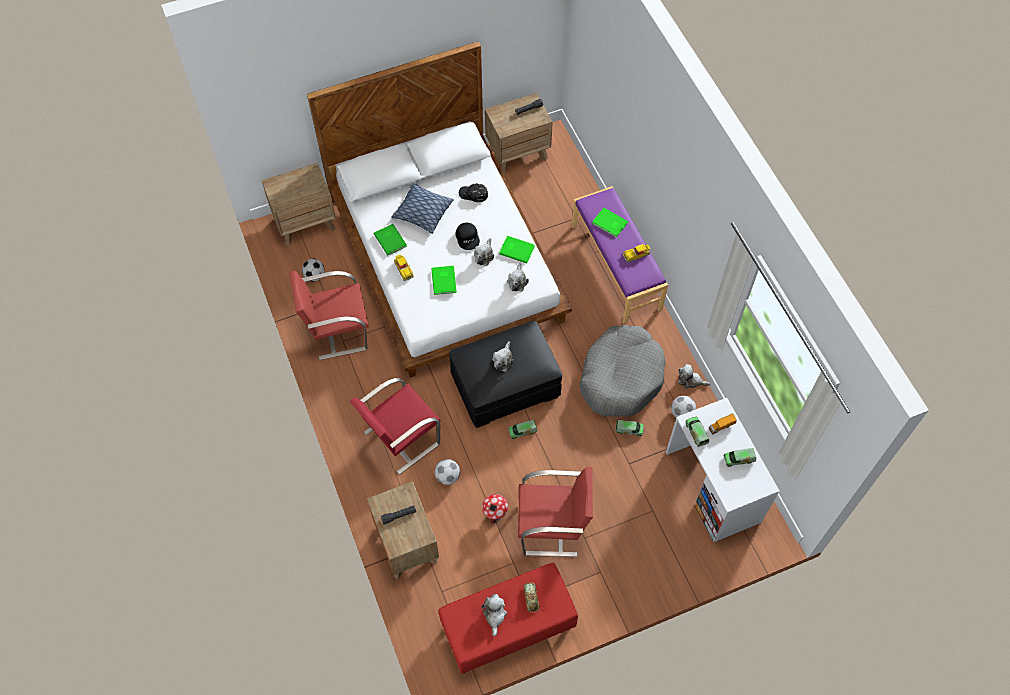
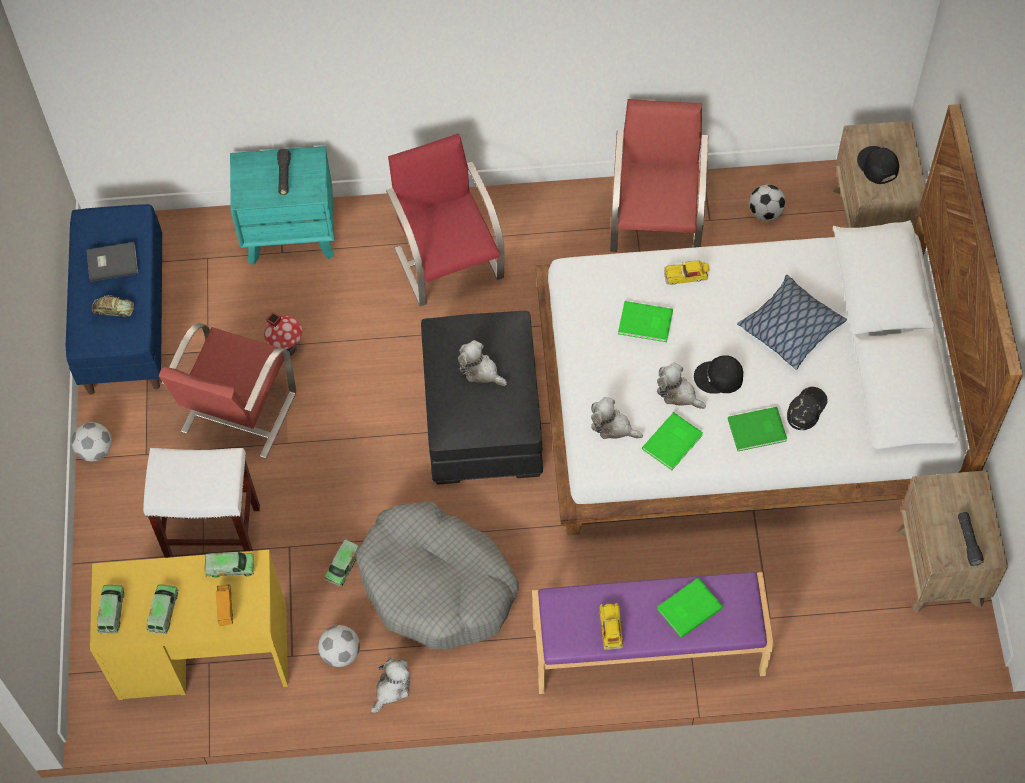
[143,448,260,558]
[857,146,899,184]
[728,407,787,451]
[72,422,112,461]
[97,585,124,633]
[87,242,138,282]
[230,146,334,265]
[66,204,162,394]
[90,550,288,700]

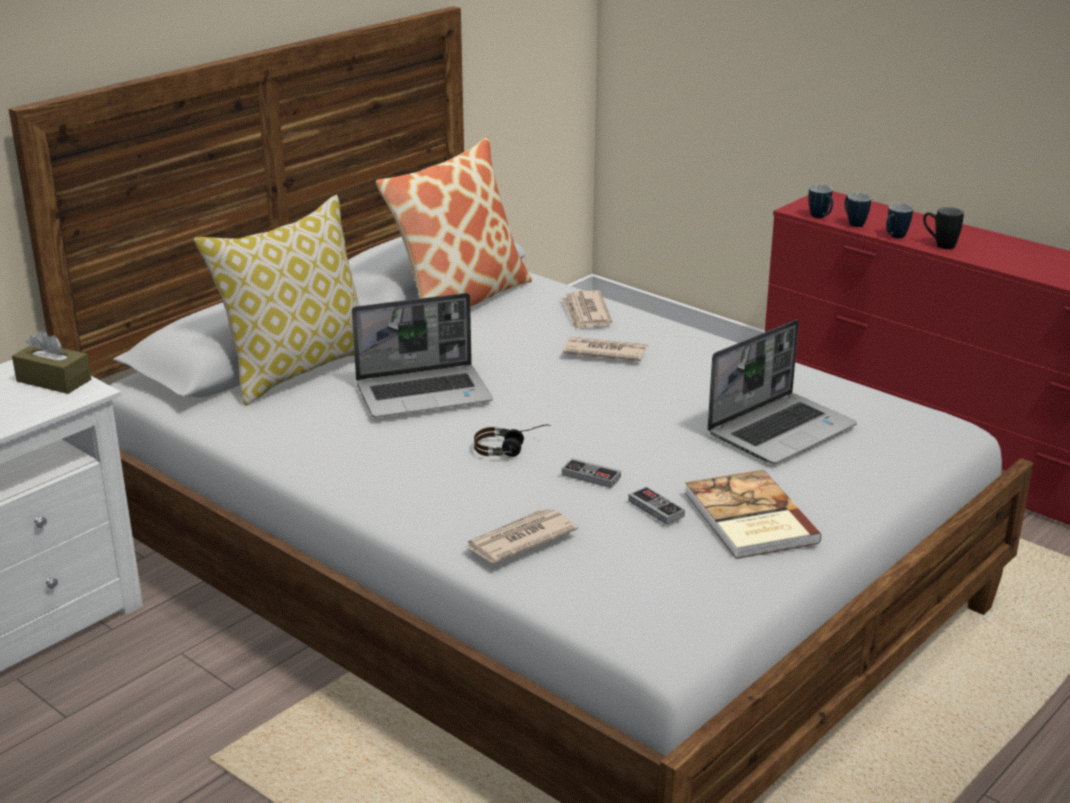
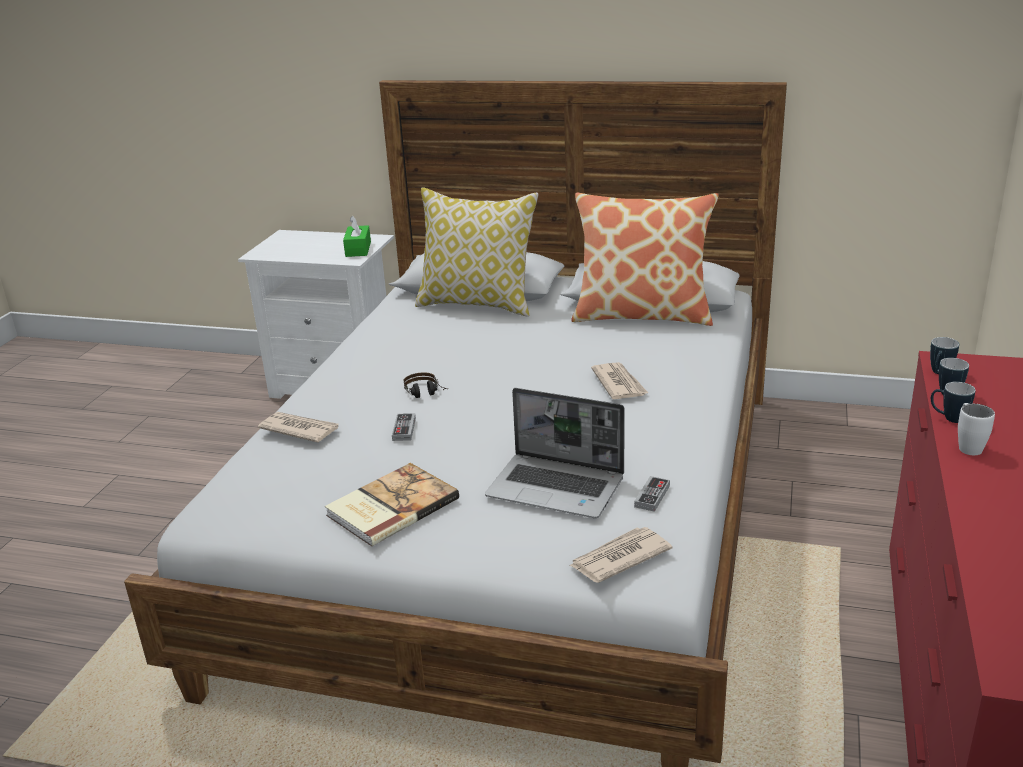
[352,293,493,417] (first image)
[570,527,672,583]
[634,476,670,512]
[343,216,371,257]
[958,403,995,455]

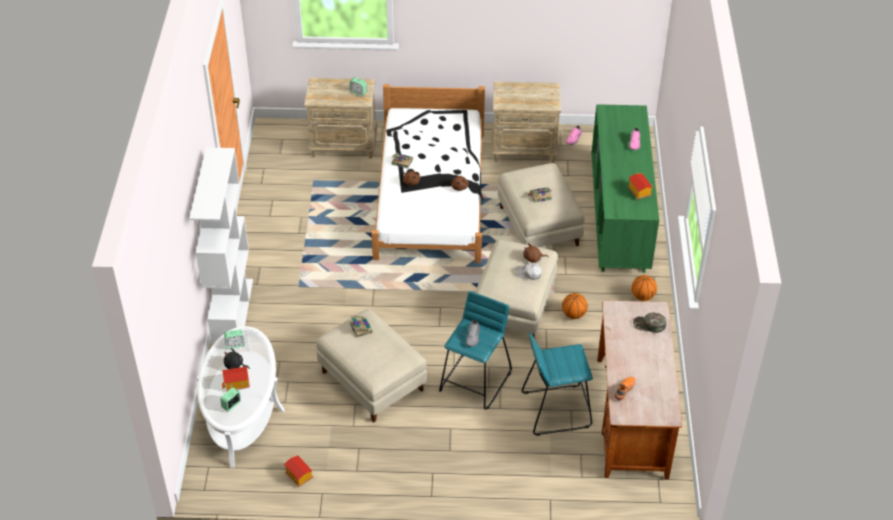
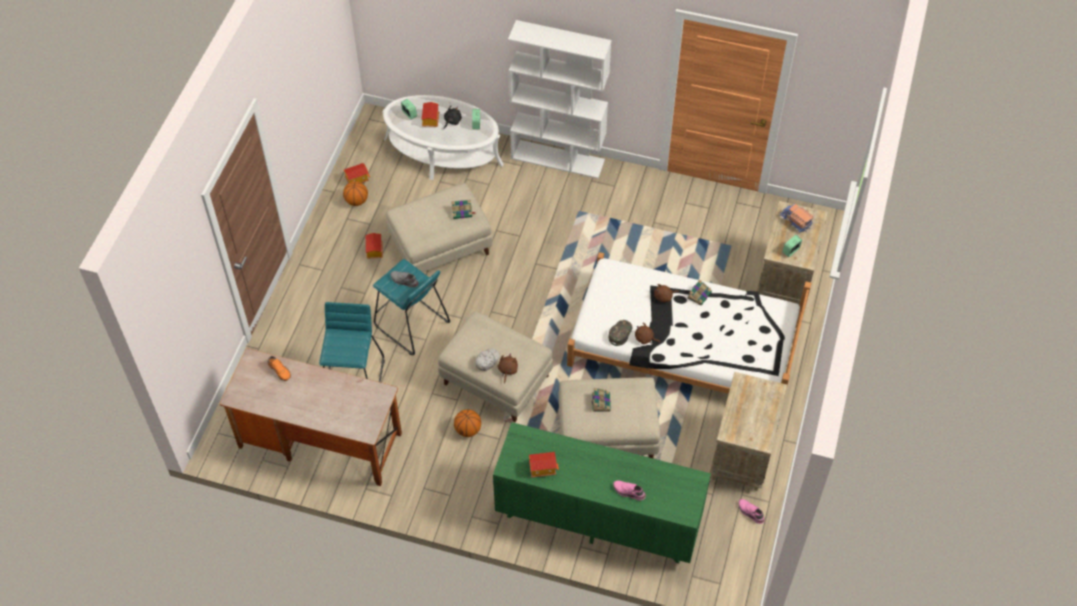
[366,233,383,259]
[779,204,814,233]
[343,181,368,206]
[608,320,632,346]

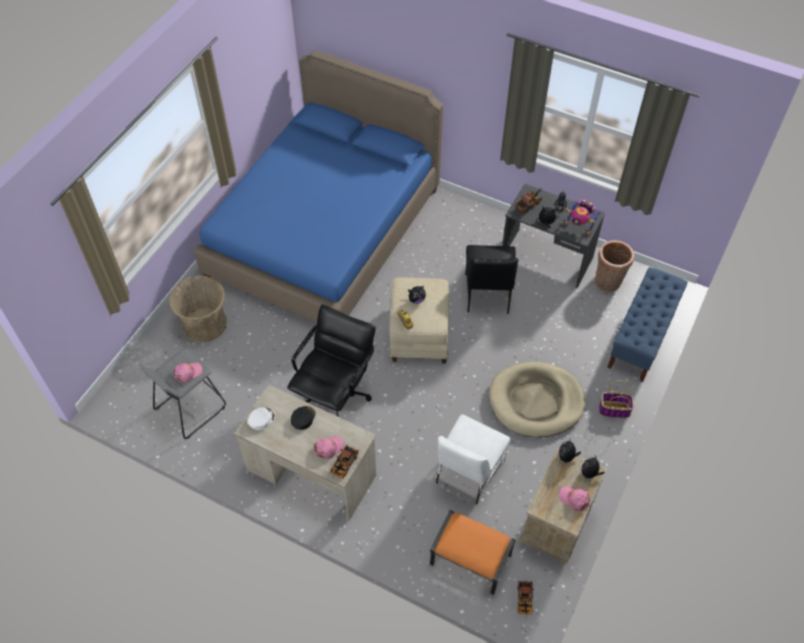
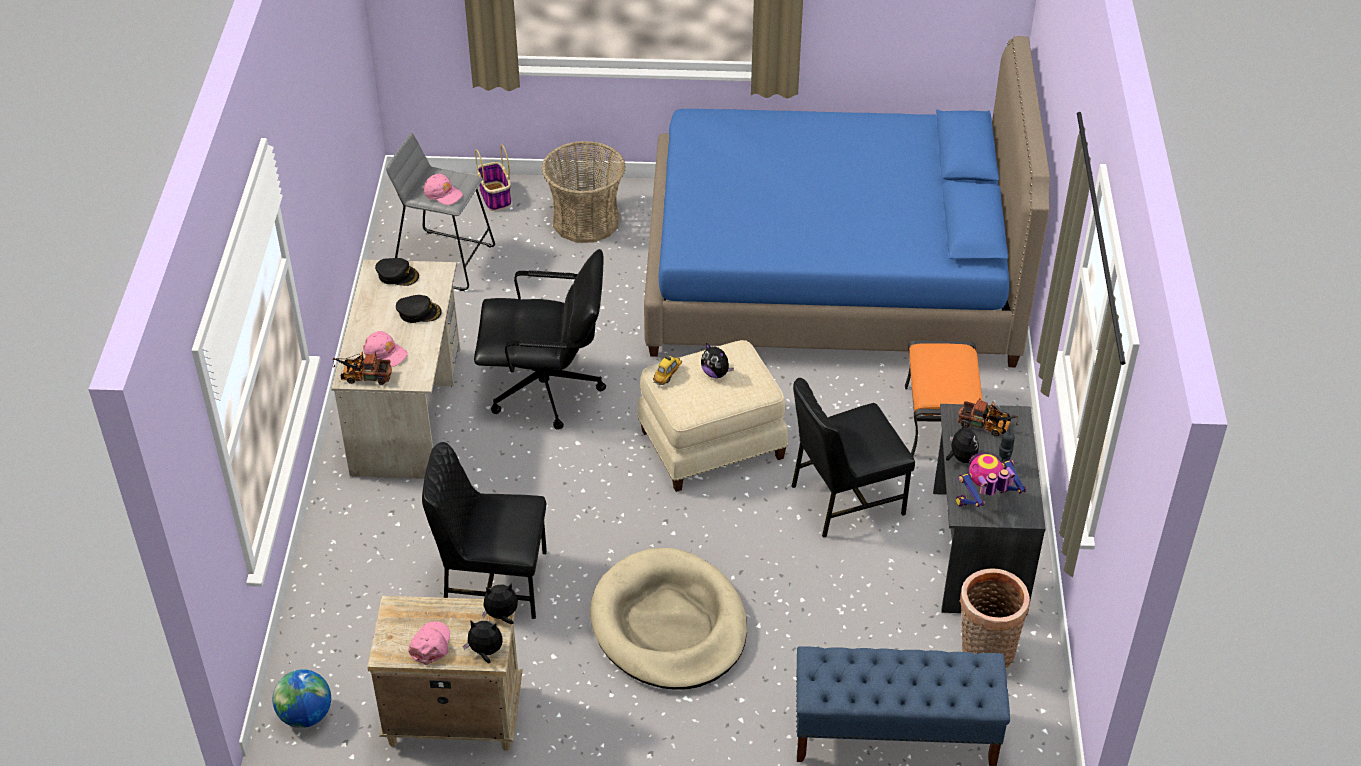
[905,340,983,456]
[475,145,511,211]
[273,669,331,728]
[375,258,419,286]
[422,442,547,619]
[956,453,1026,507]

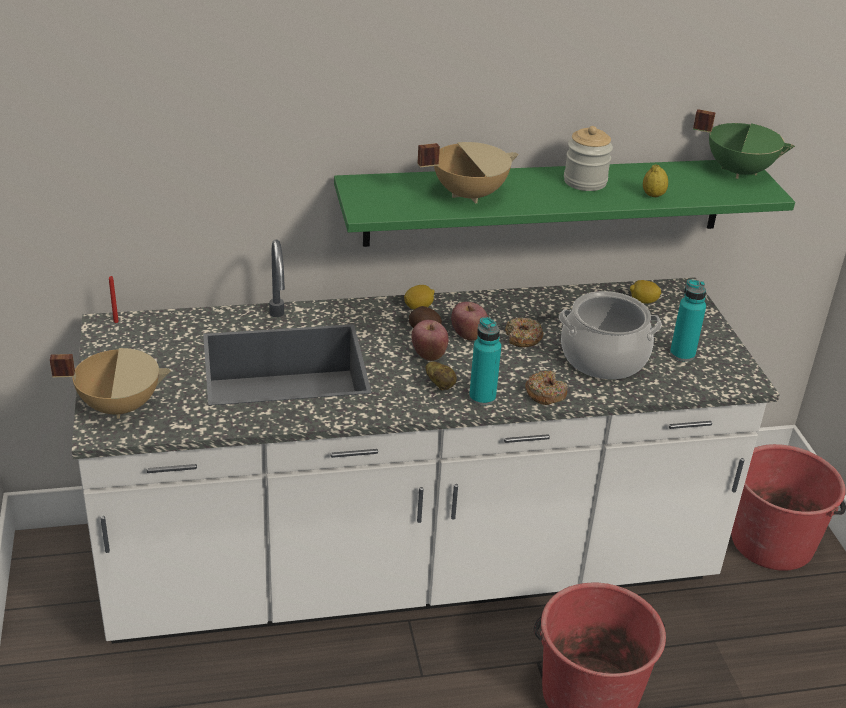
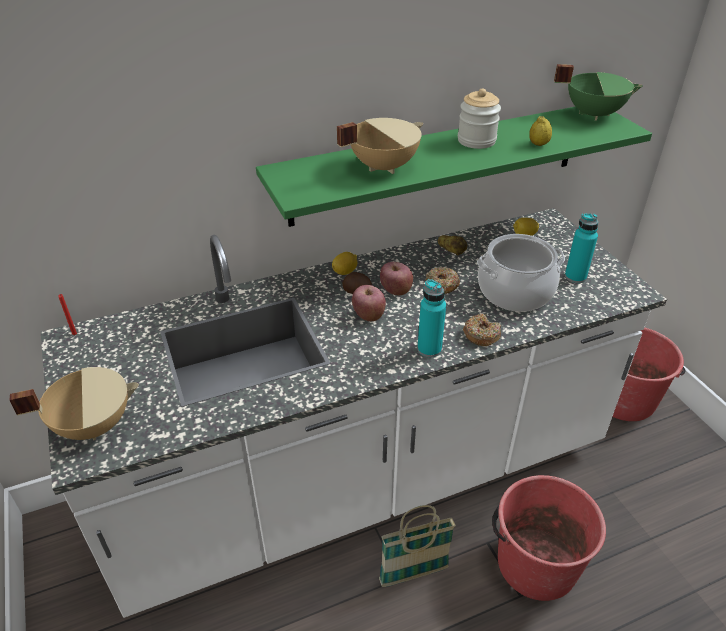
[379,505,456,587]
[438,235,467,255]

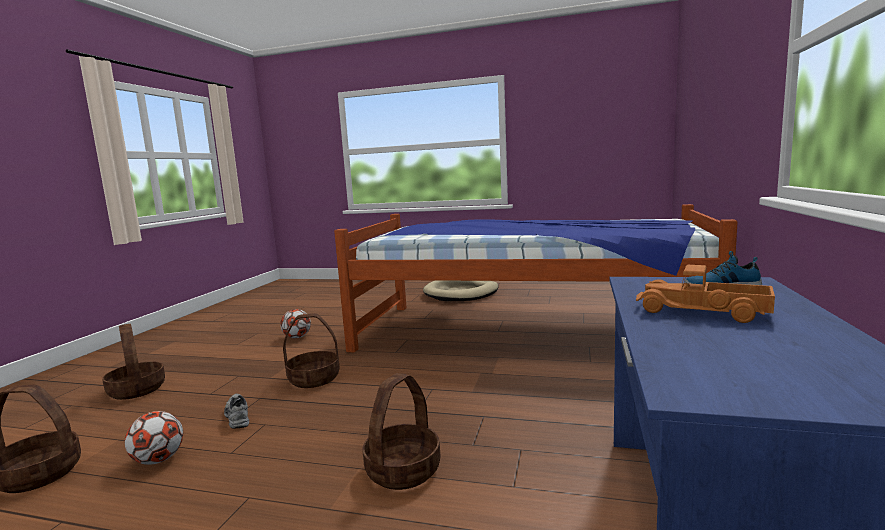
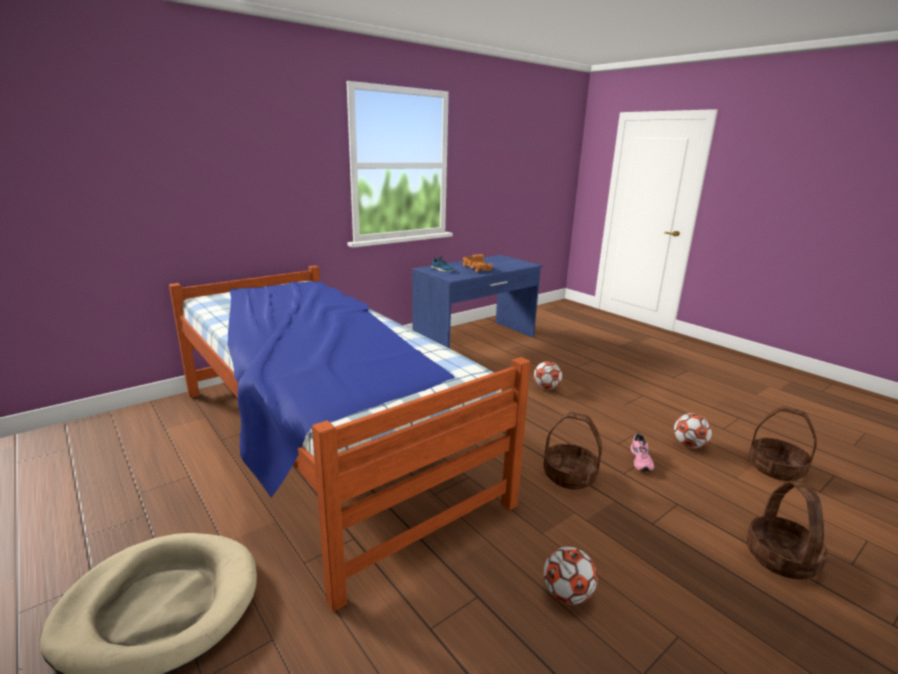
[534,361,562,390]
[631,433,654,471]

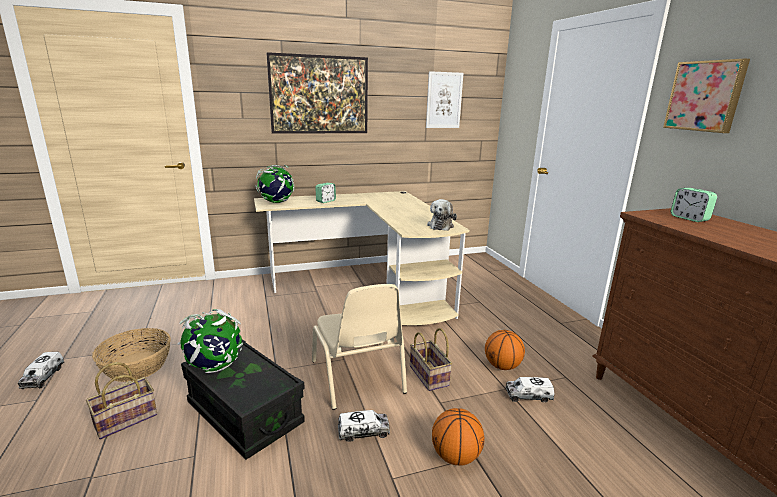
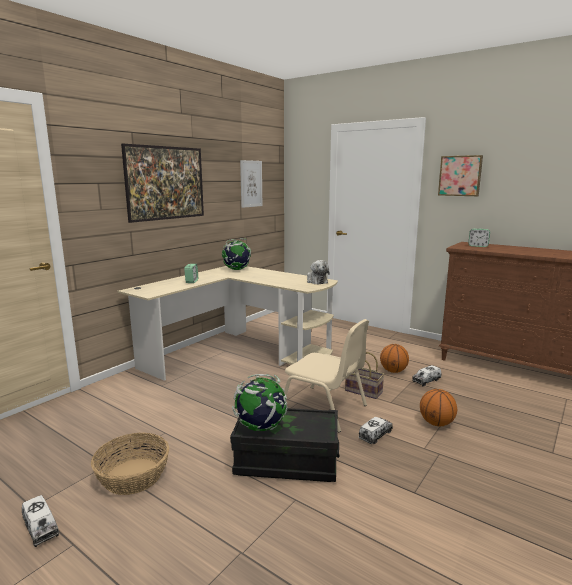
[86,362,157,439] (first image)
[222,238,251,270]

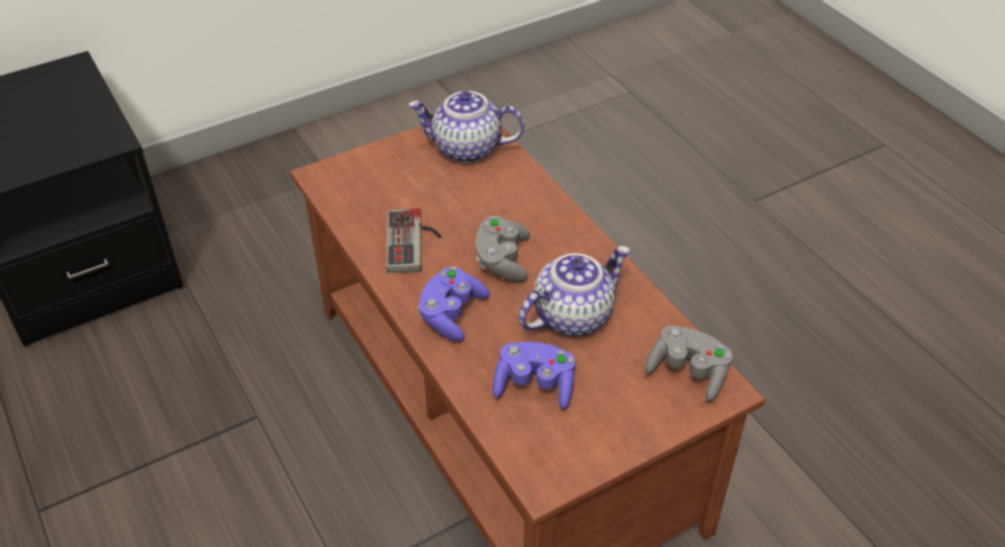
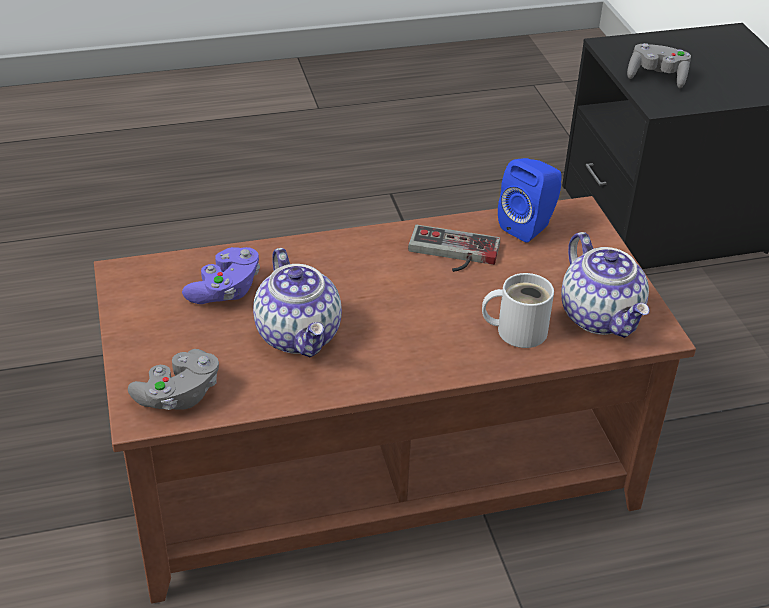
[417,266,490,342] (first image)
[482,273,554,348]
[498,158,562,243]
[627,43,691,88]
[561,232,650,338]

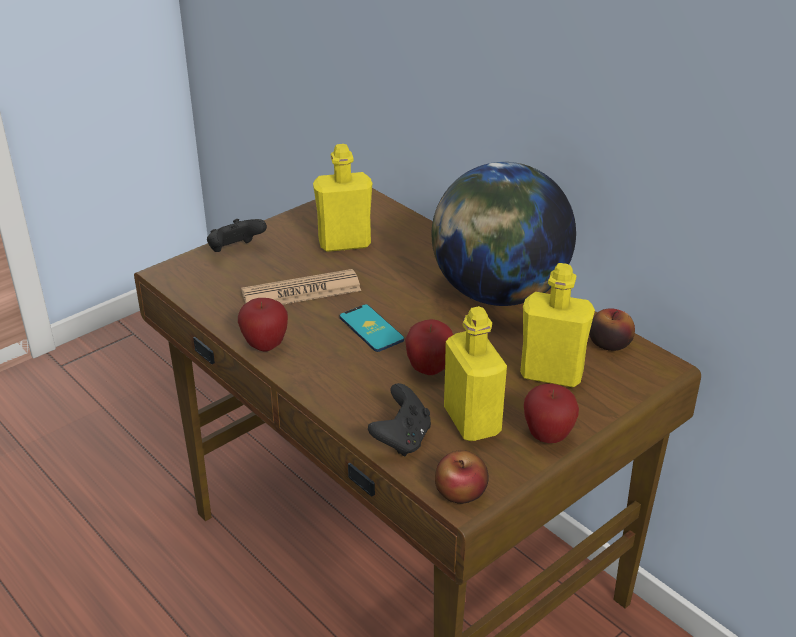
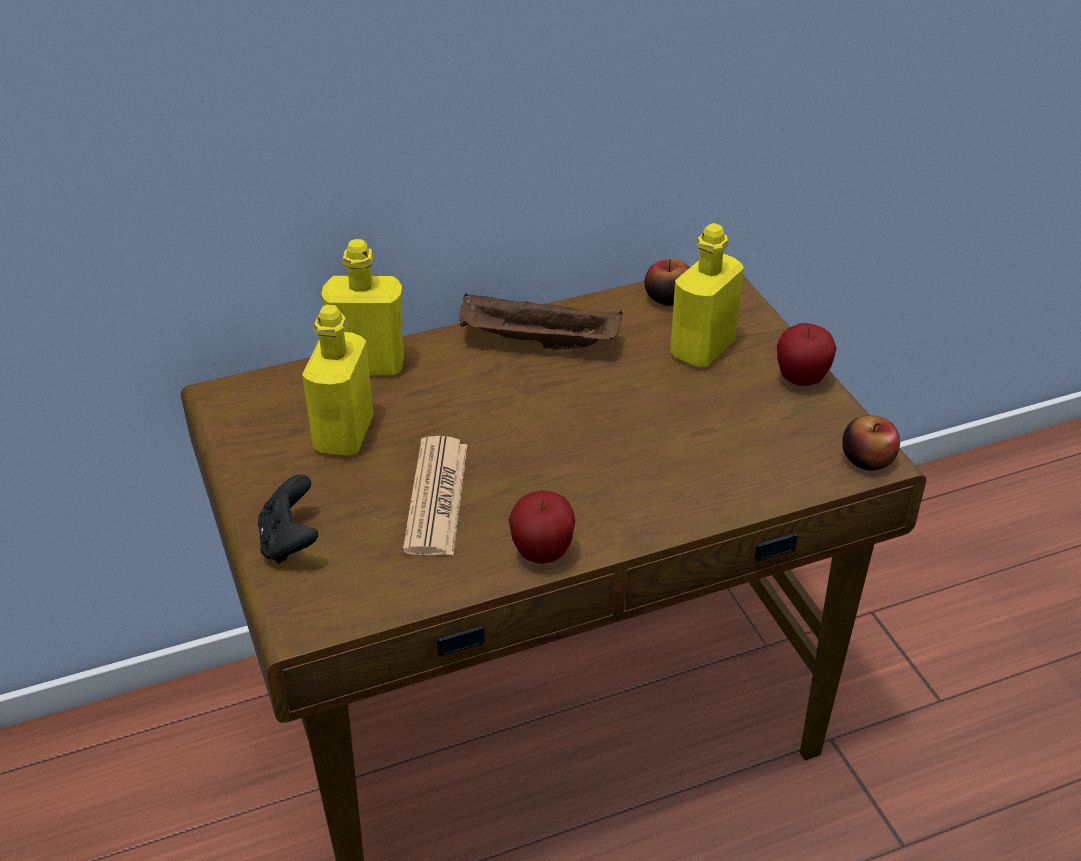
[339,304,404,352] (first image)
[368,383,431,457] (first image)
[405,319,453,375] (first image)
[321,239,404,376]
[459,293,622,350]

